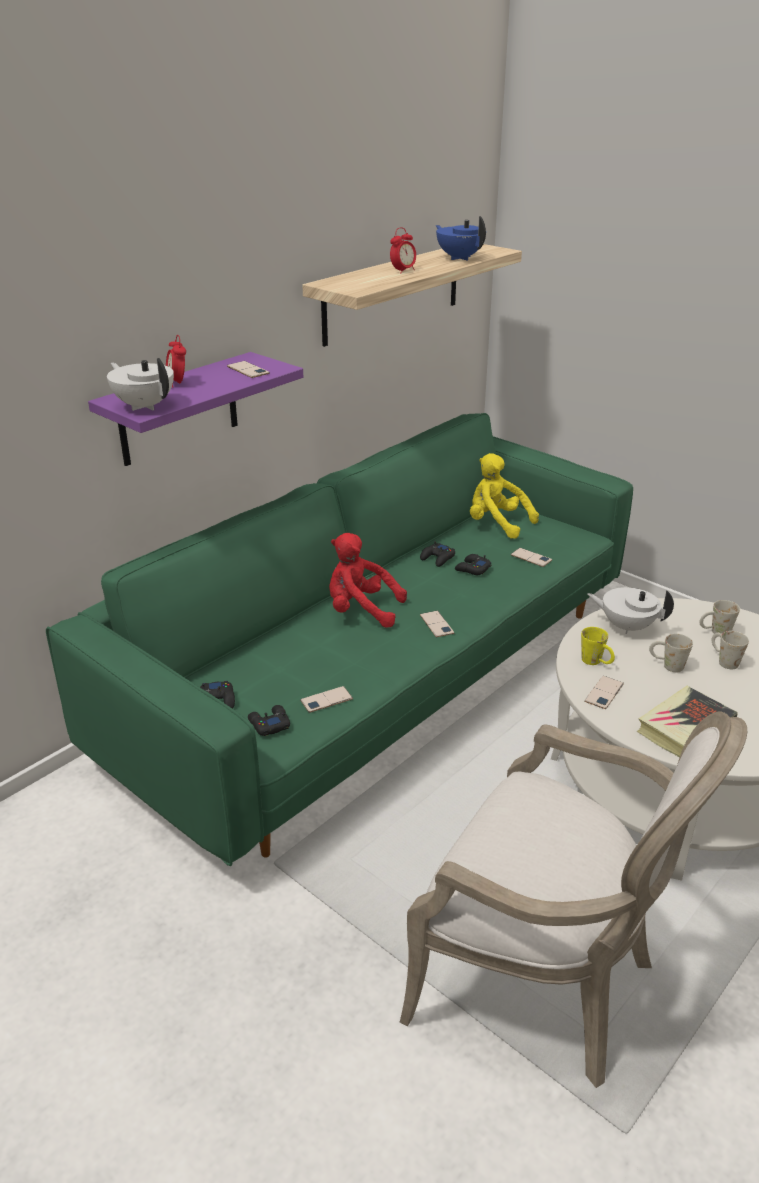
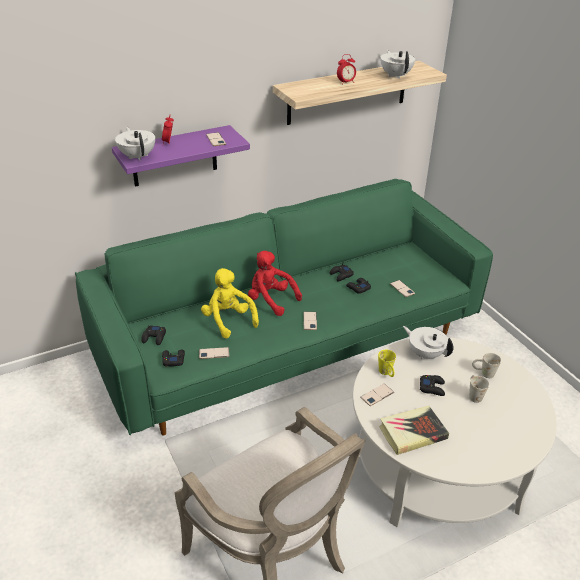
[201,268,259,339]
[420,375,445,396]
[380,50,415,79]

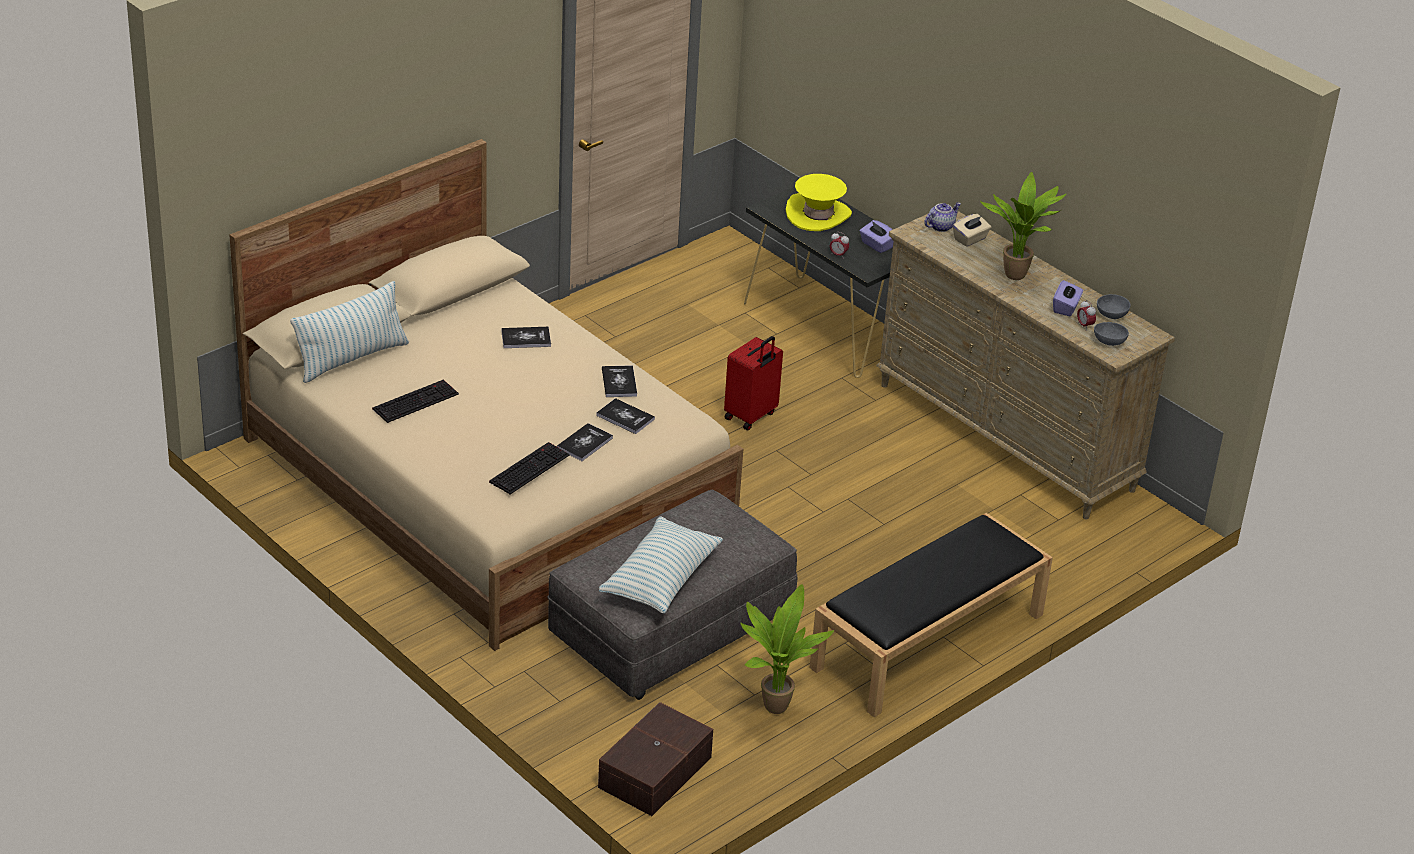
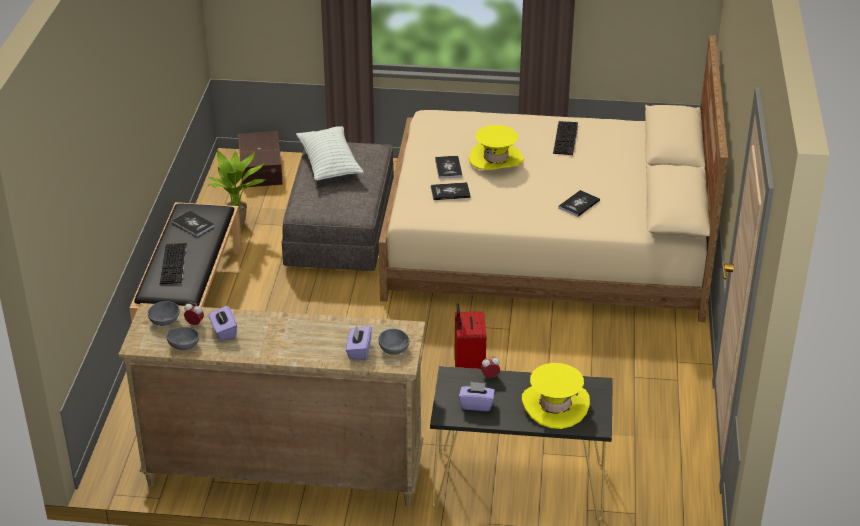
[290,281,409,383] (first image)
[980,172,1066,280] (first image)
[469,125,524,170]
[159,243,187,284]
[172,210,215,237]
[379,329,410,354]
[346,325,372,360]

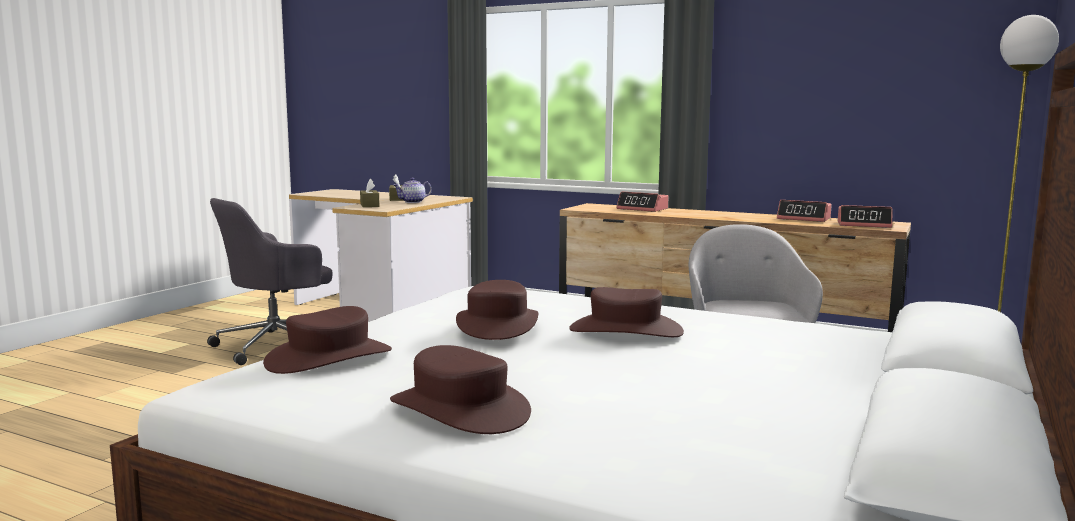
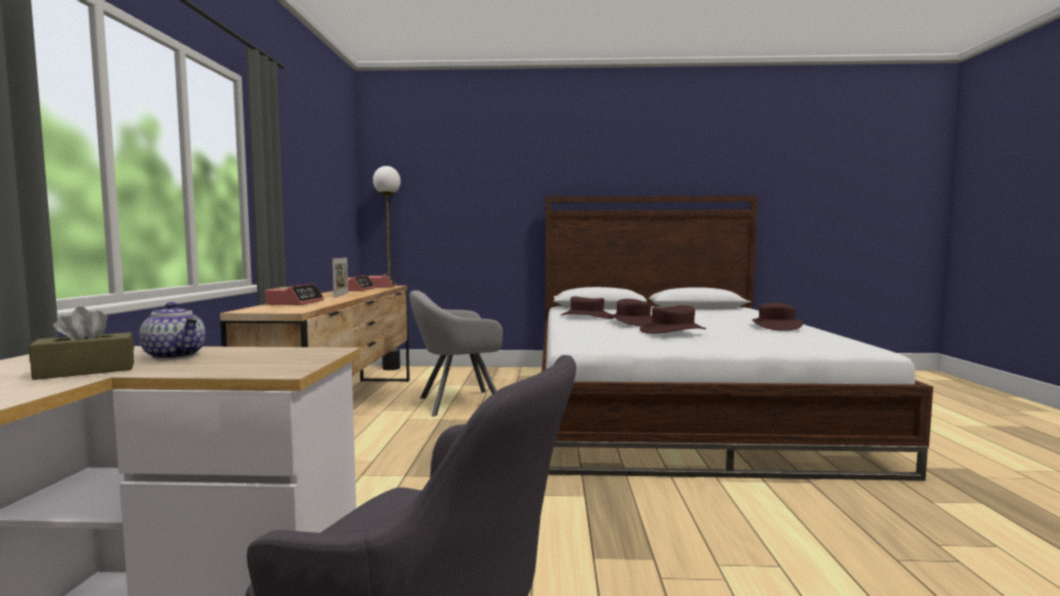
[360,179,380,207] (first image)
[332,258,348,298]
[560,296,613,319]

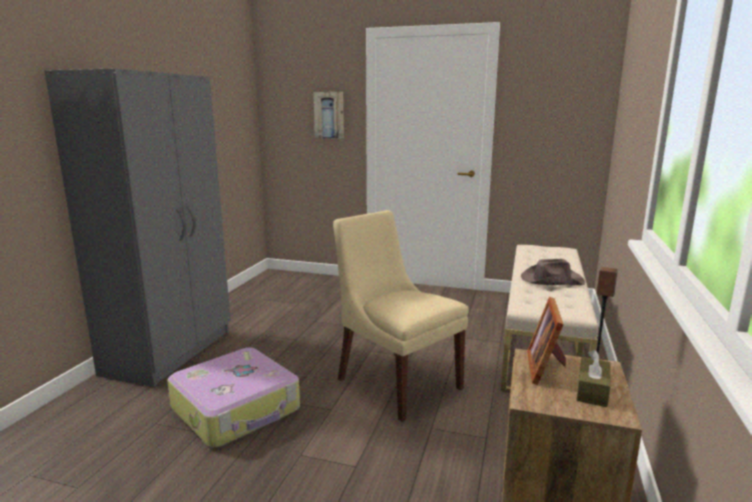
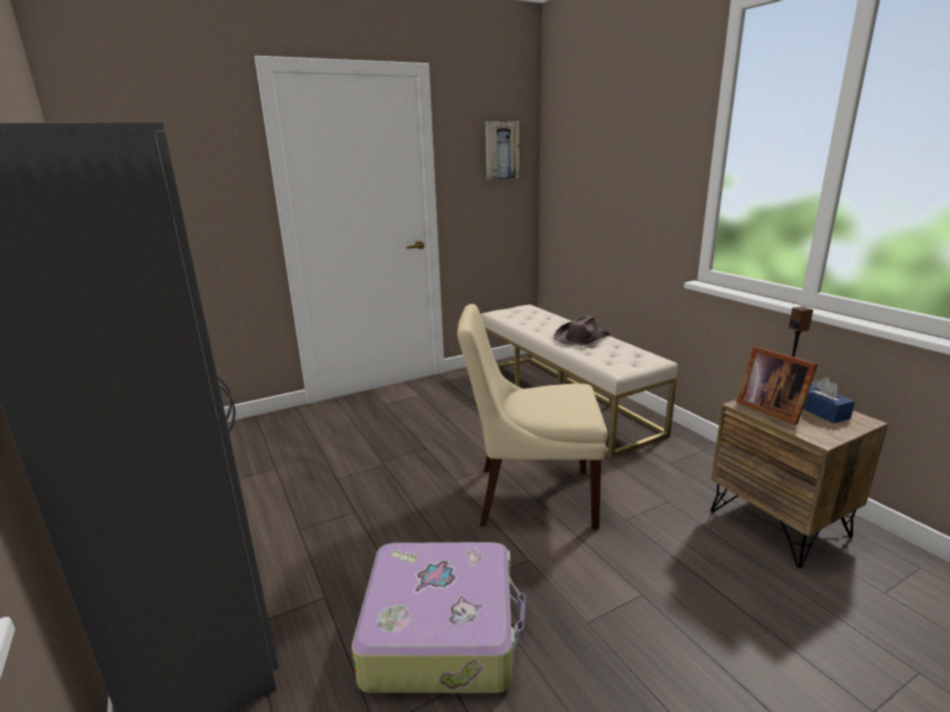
[485,121,519,180]
[803,377,855,423]

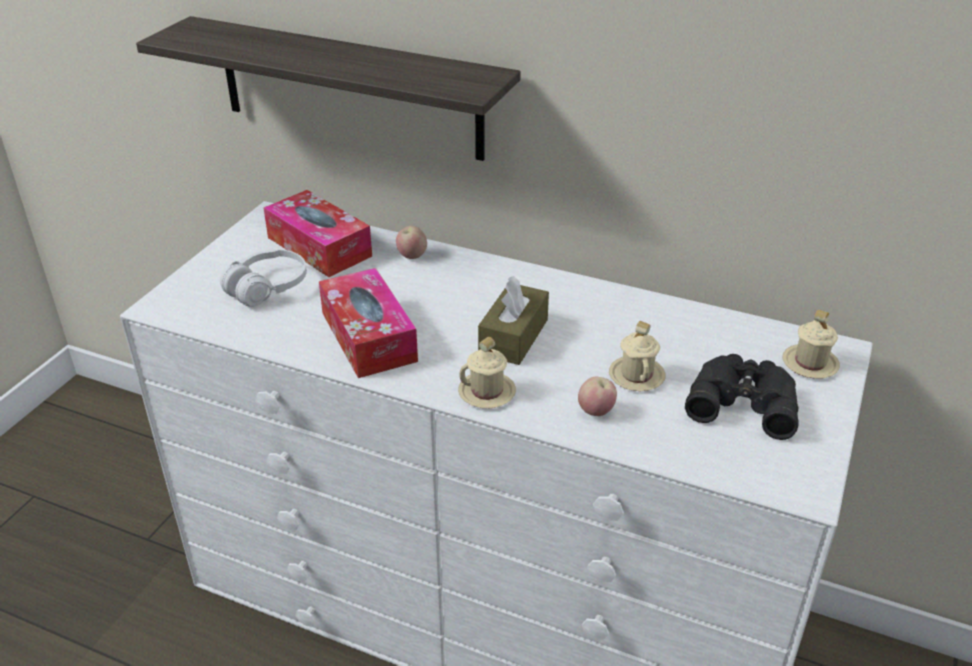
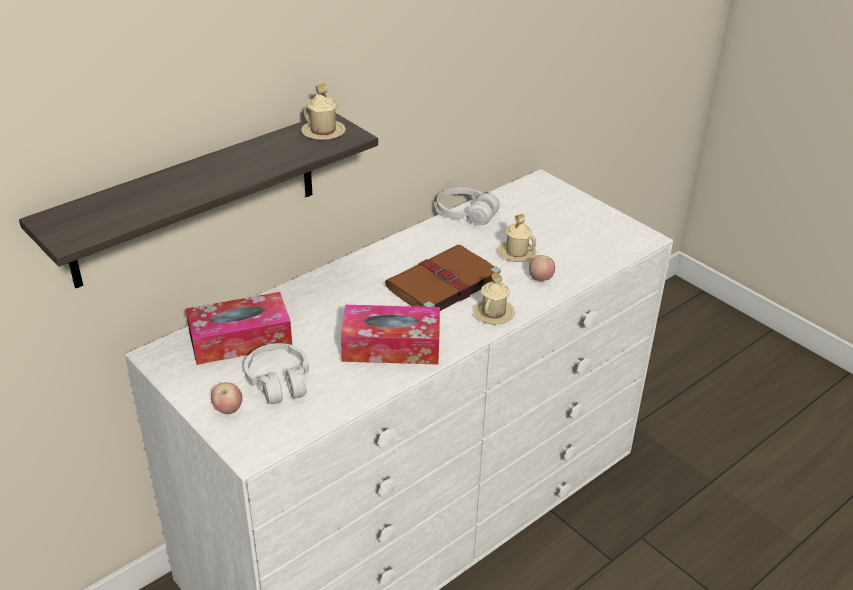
[685,354,799,440] (first image)
[437,187,500,225]
[211,382,242,414]
[301,84,346,140]
[385,245,501,311]

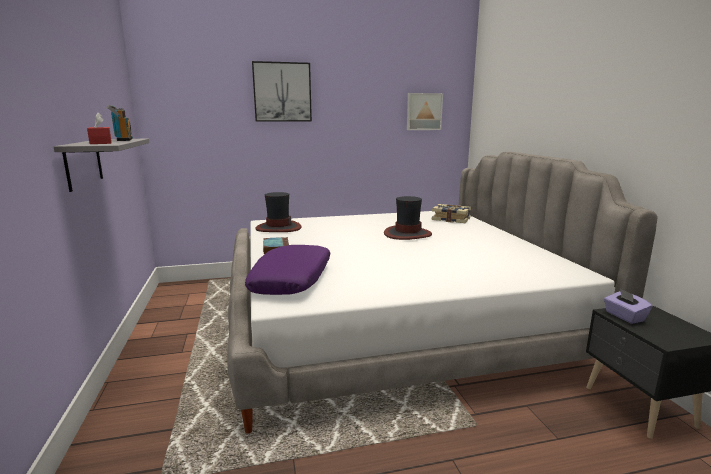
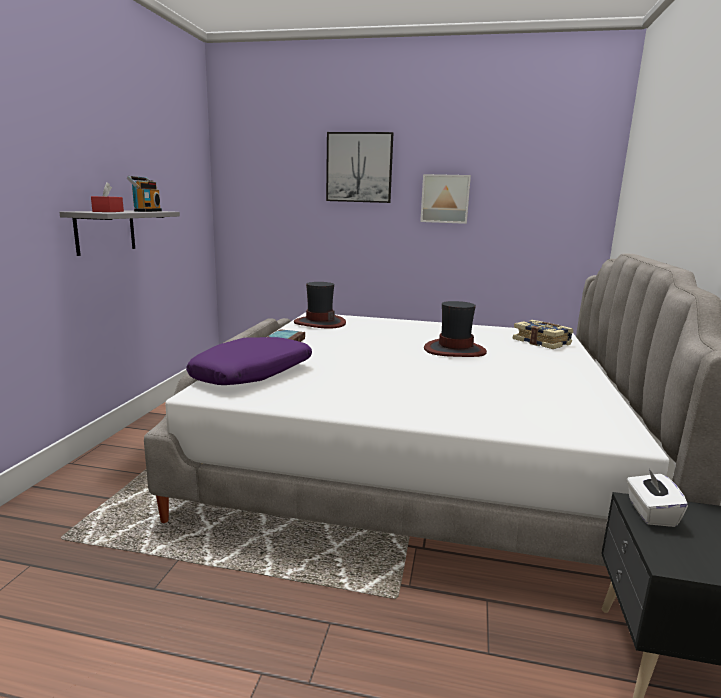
[420,174,471,224]
[627,469,688,527]

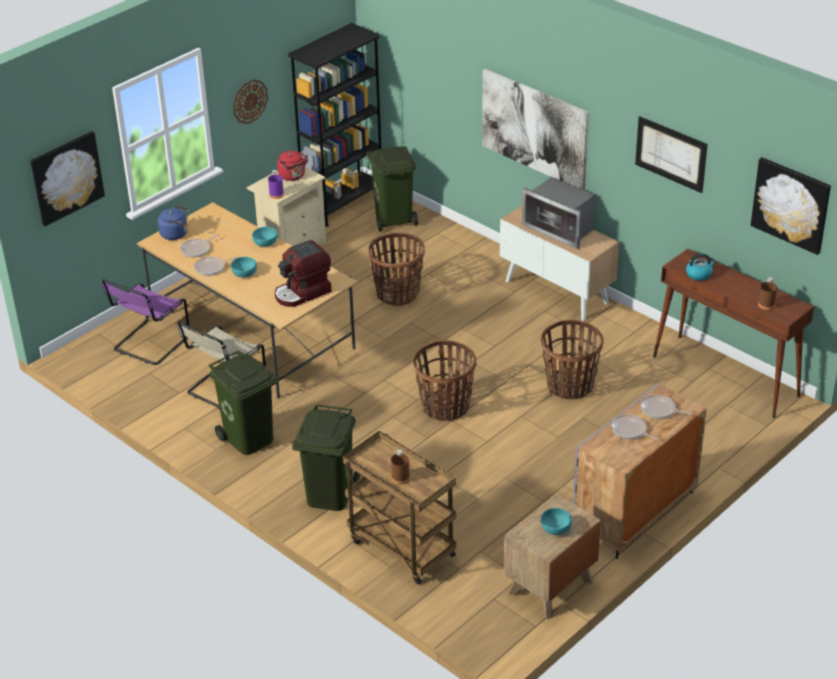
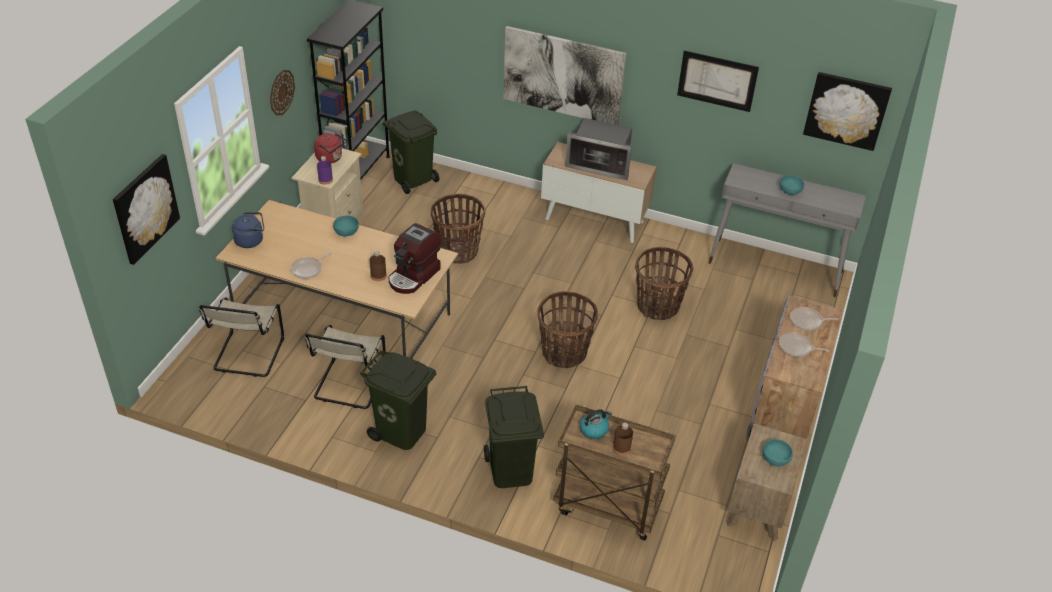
[180,234,219,257] (first image)
[780,175,804,195]
[580,409,612,439]
[370,251,387,281]
[199,297,284,377]
[708,163,866,297]

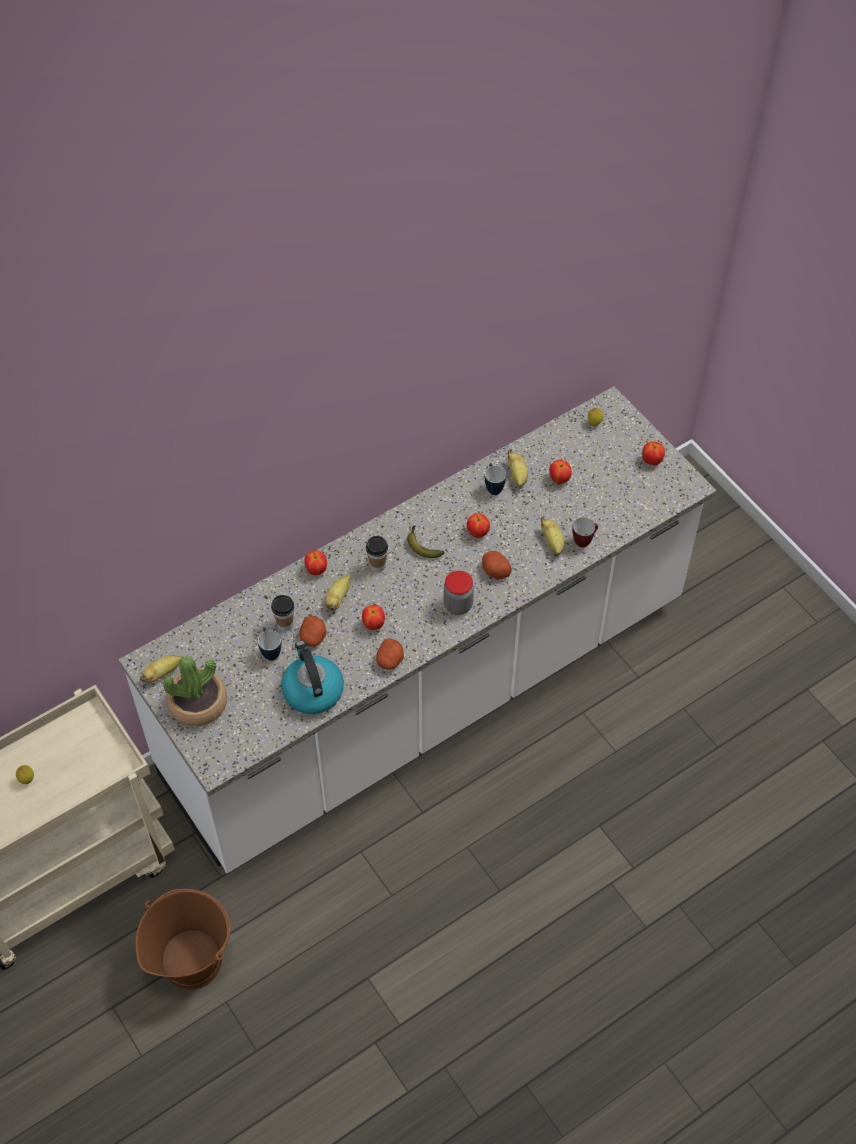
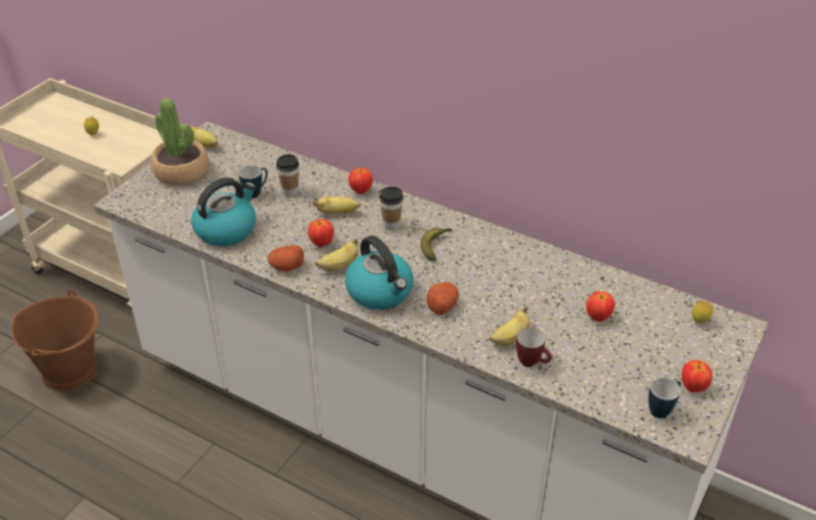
[299,616,327,647] (first image)
[467,513,490,538] (first image)
[648,377,681,419]
[315,238,358,272]
[345,235,413,310]

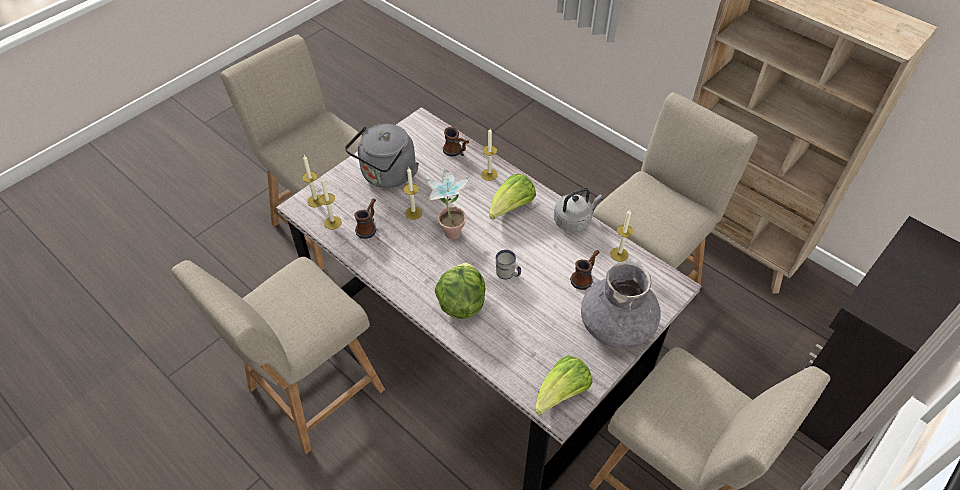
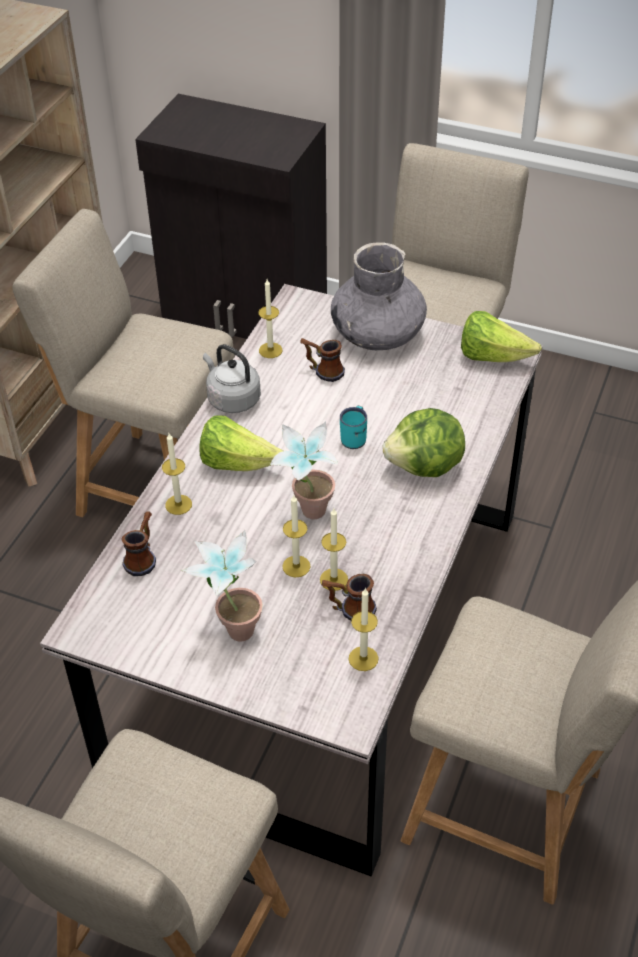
[320,508,348,591]
[181,530,263,642]
[340,406,367,449]

